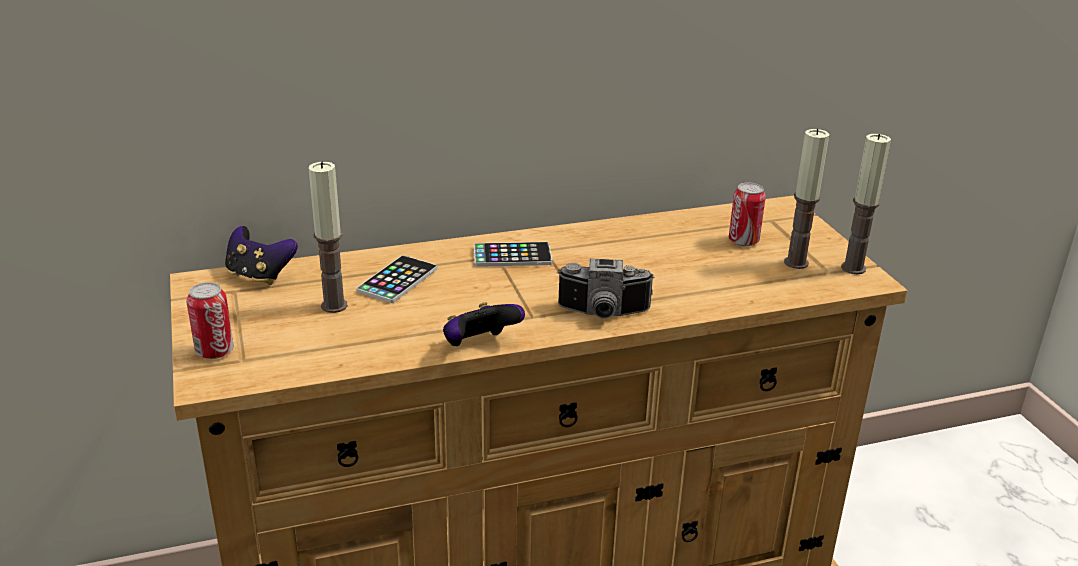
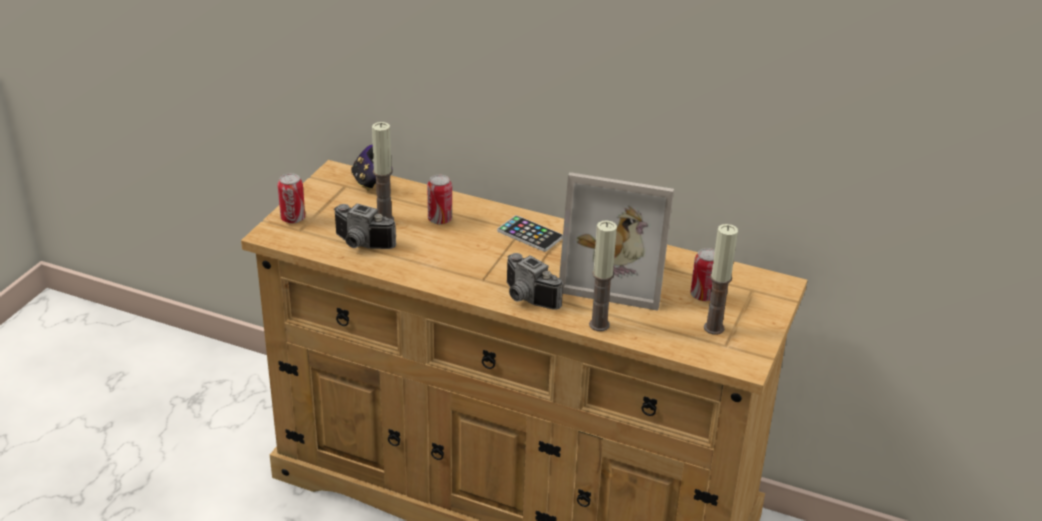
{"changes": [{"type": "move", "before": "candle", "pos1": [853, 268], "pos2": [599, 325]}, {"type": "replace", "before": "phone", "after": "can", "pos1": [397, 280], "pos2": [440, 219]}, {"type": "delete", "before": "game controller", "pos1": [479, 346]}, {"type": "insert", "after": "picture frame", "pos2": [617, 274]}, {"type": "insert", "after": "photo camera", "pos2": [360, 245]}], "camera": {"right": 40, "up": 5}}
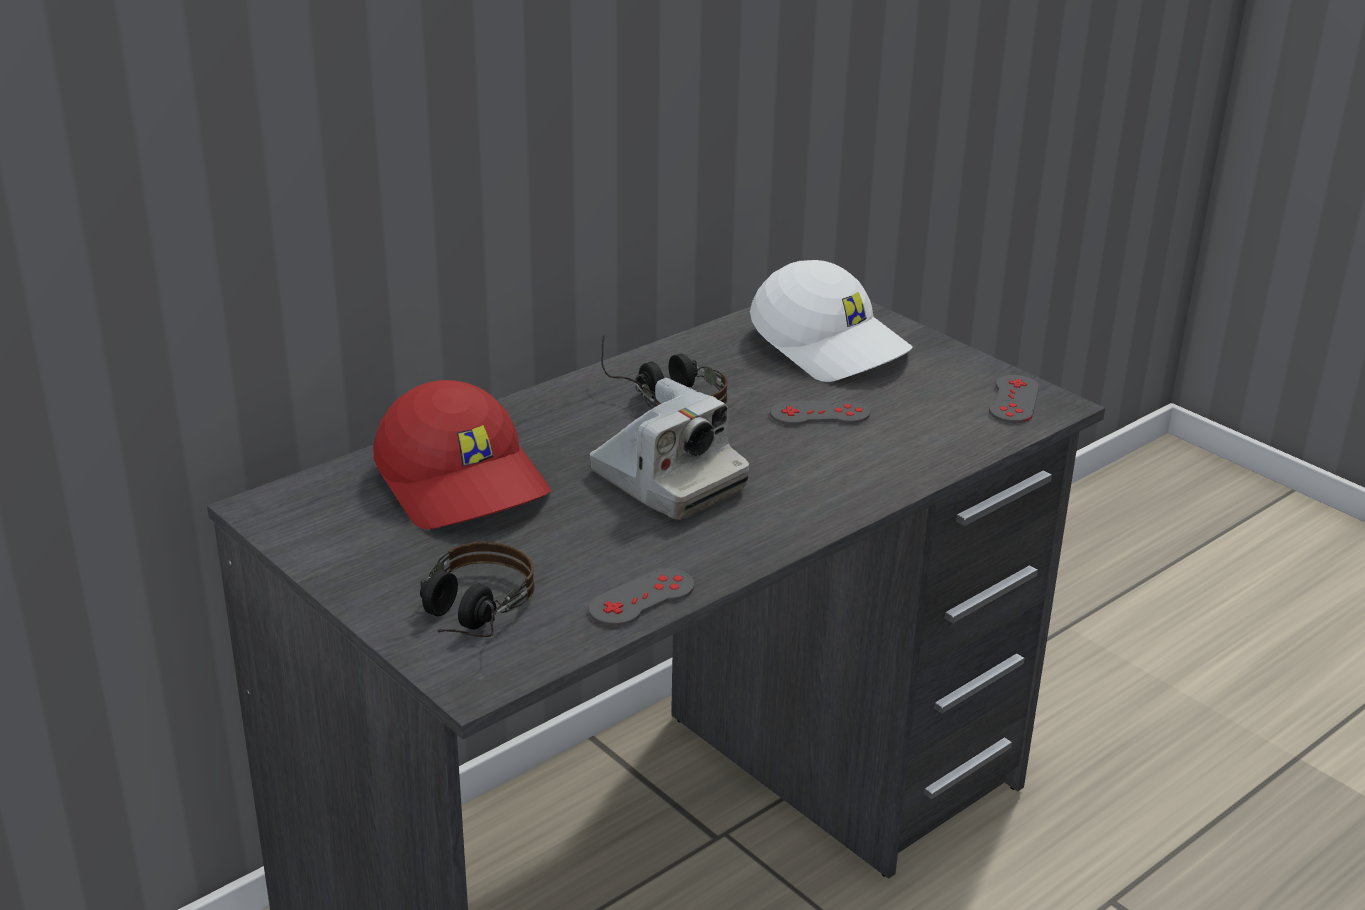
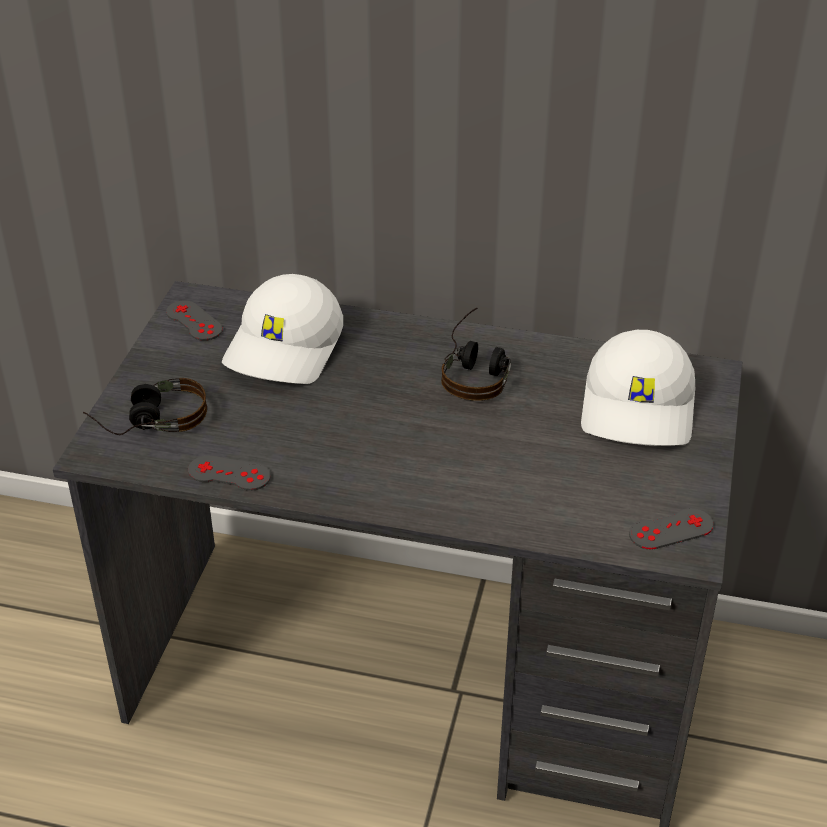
{"changes": [{"type": "delete", "before": "photo camera", "pos1": [667, 482]}, {"type": "recolor", "before": "red cap", "after": "white cap", "pos1": [464, 482], "pos2": [286, 349]}, {"type": "move", "before": "grey game controller", "pos1": [819, 414], "pos2": [194, 321]}], "camera": {"right": 55, "up": 10}}
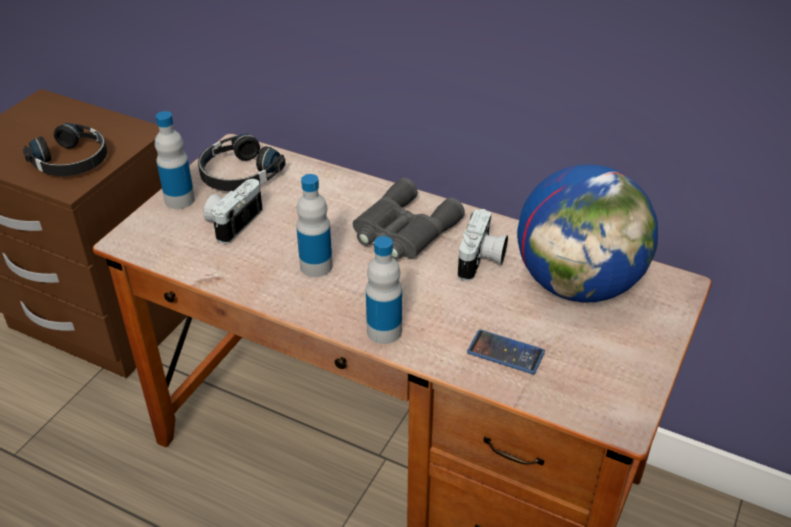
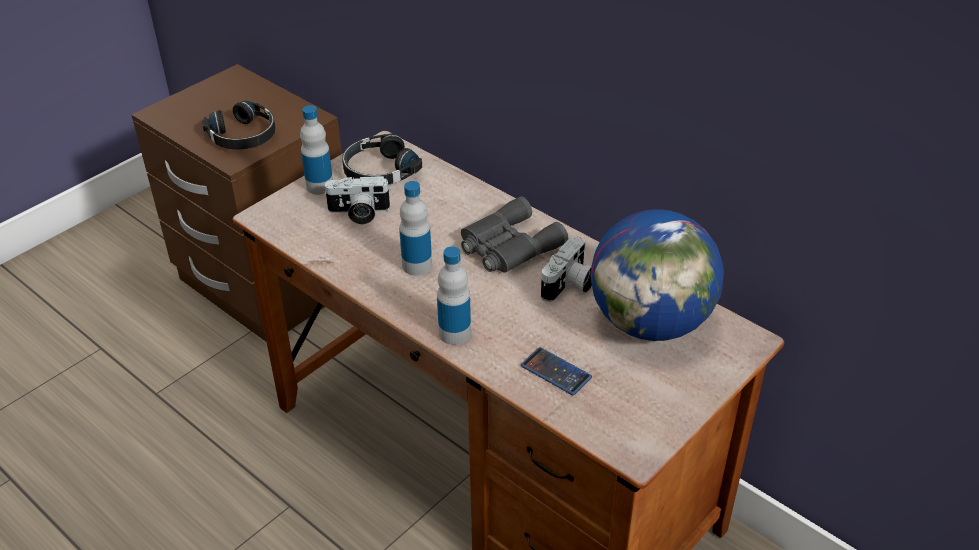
{"changes": [{"type": "rotate", "before": "photo camera", "pos1": [232, 222], "pos2": [358, 213], "turn": -135}], "camera": {"right": 15, "up": 0}}
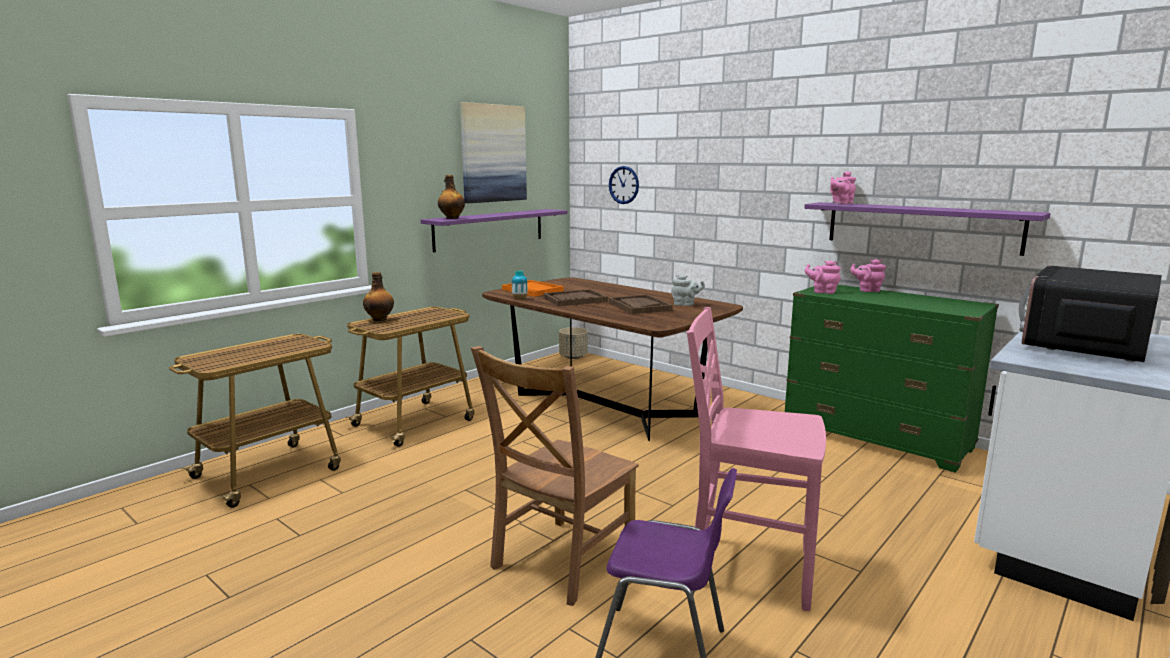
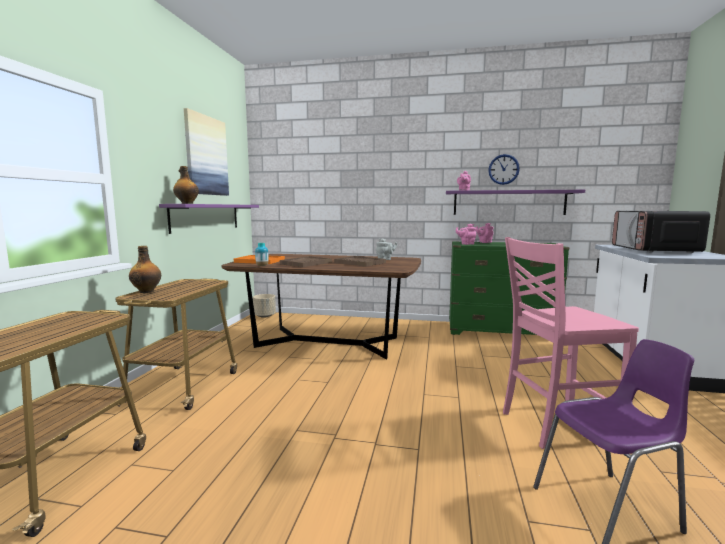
{"changes": [{"type": "move", "before": "wall clock", "pos1": [624, 185], "pos2": [503, 169]}, {"type": "delete", "before": "brown chair", "pos1": [559, 562]}], "camera": {"right": -30, "up": -5}}
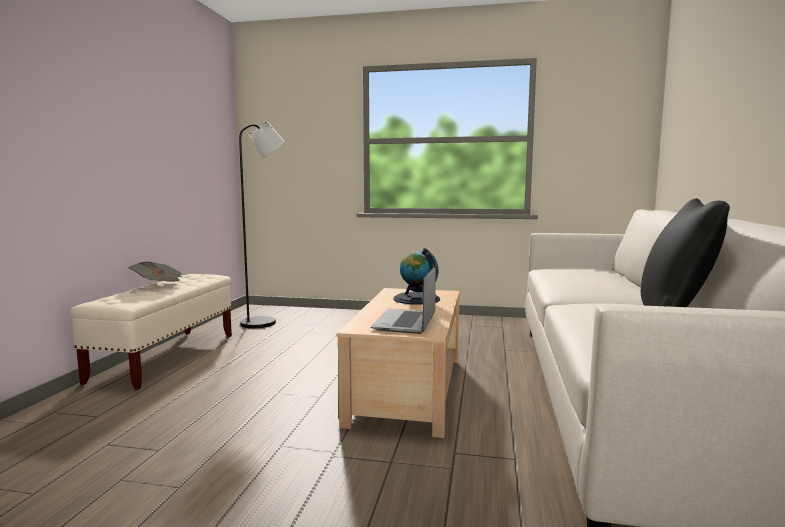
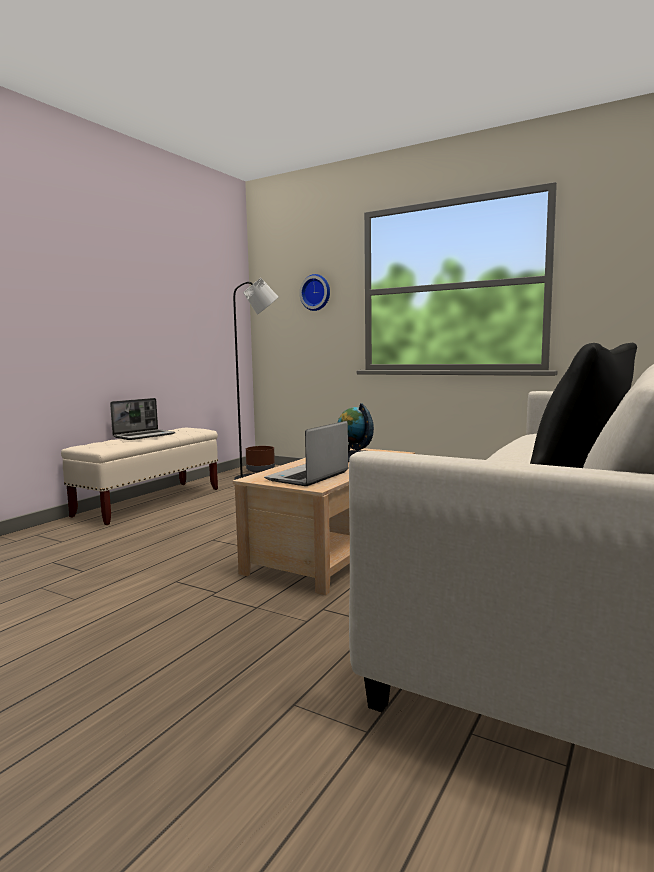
{"changes": [{"type": "replace", "before": "newspaper", "after": "laptop", "pos1": [159, 286], "pos2": [144, 436]}, {"type": "insert", "after": "wall clock", "pos2": [316, 292]}, {"type": "insert", "after": "brown planter", "pos2": [260, 470]}], "camera": {"right": 20, "up": 0}}
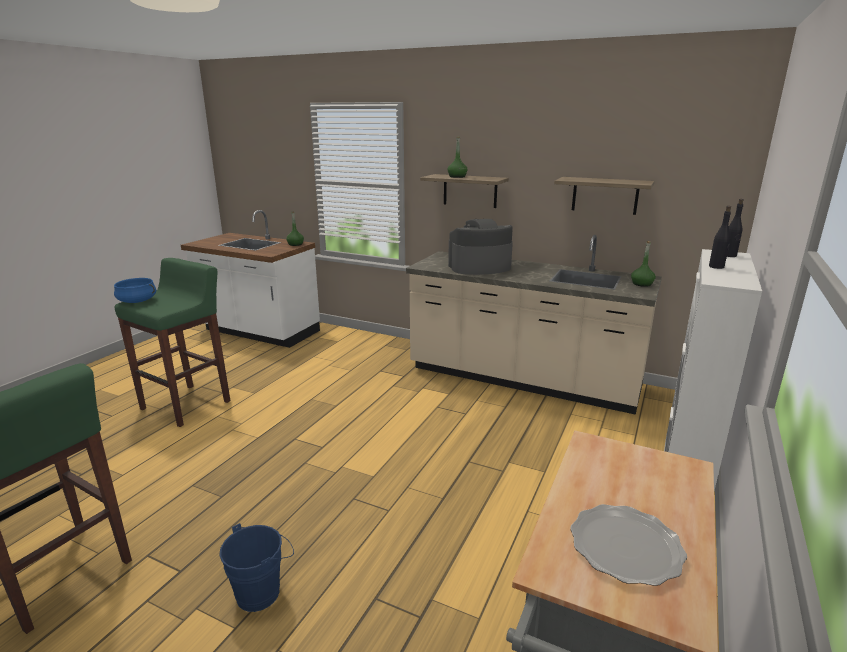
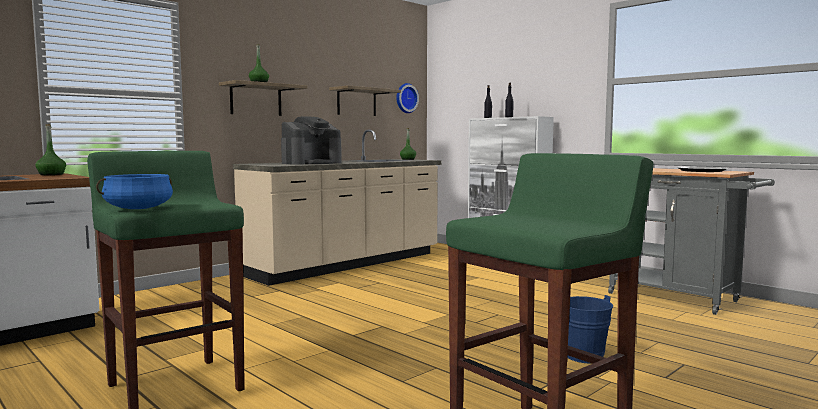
{"changes": [{"type": "rotate", "before": "coffee machine", "pos1": [479, 267], "pos2": [311, 163], "turn": -135}, {"type": "insert", "after": "wall clock", "pos2": [405, 98]}], "camera": {"right": -70, "up": -15}}
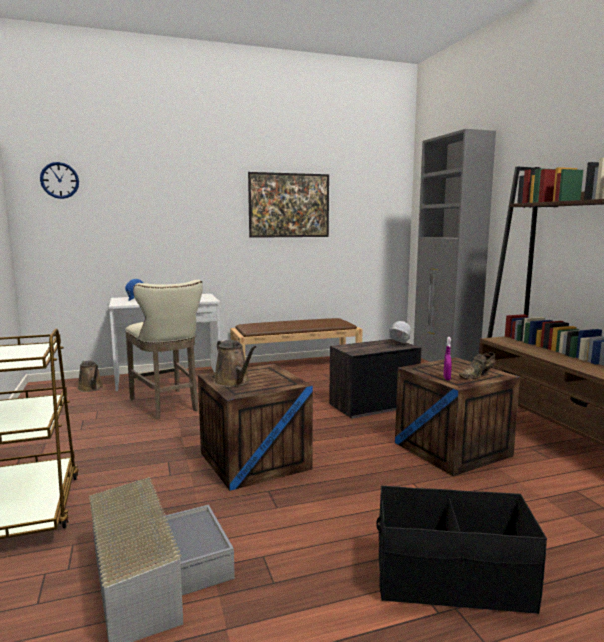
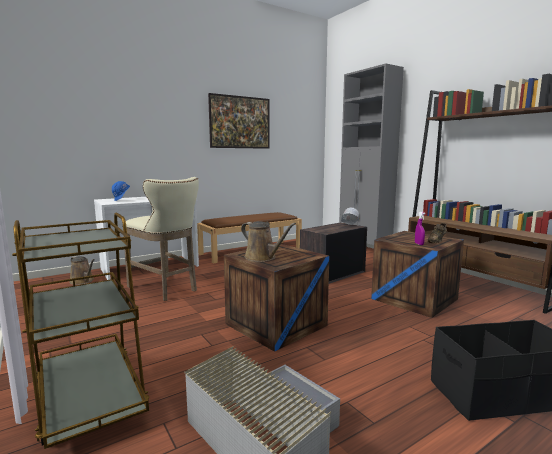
{"changes": [{"type": "delete", "before": "wall clock", "pos1": [59, 180]}], "camera": {"right": -15, "up": 0}}
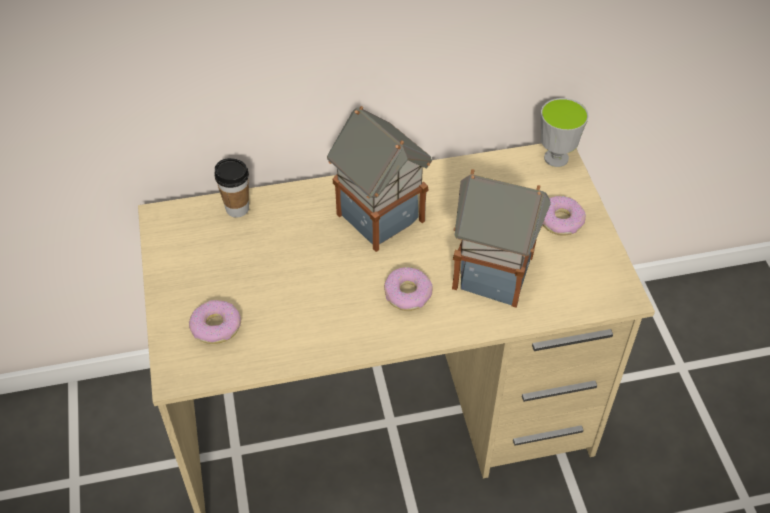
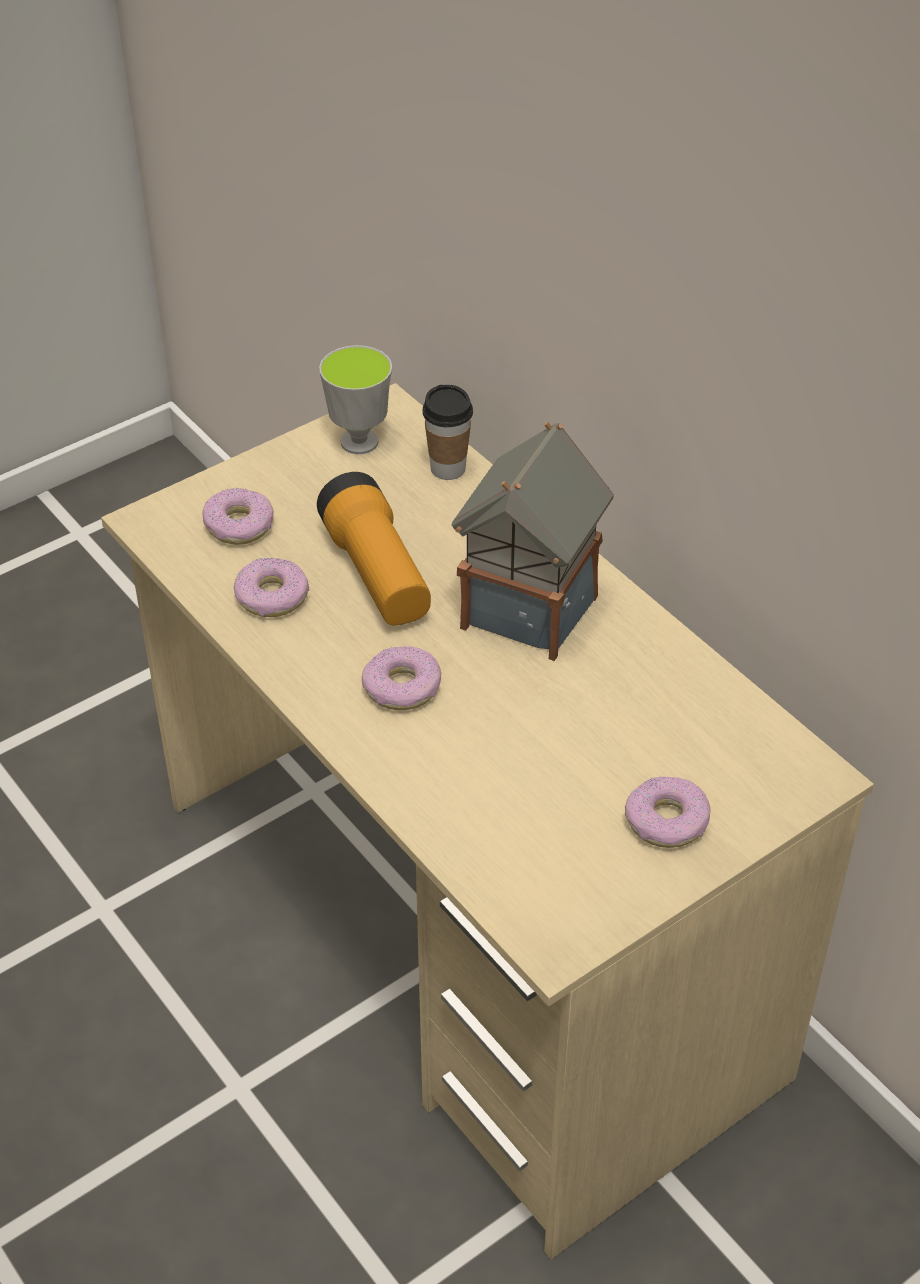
{"changes": [{"type": "move", "before": "cup", "pos1": [556, 158], "pos2": [359, 442]}, {"type": "delete", "before": "toy house", "pos1": [495, 273]}, {"type": "insert", "after": "flashlight", "pos2": [377, 574]}, {"type": "insert", "after": "donut", "pos2": [271, 597]}], "camera": {"right": 65, "up": -5}}
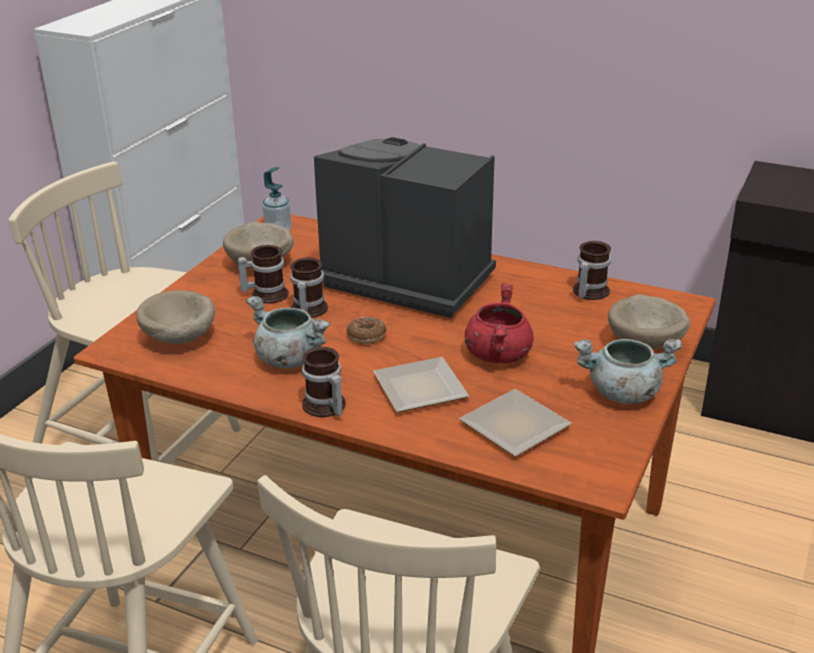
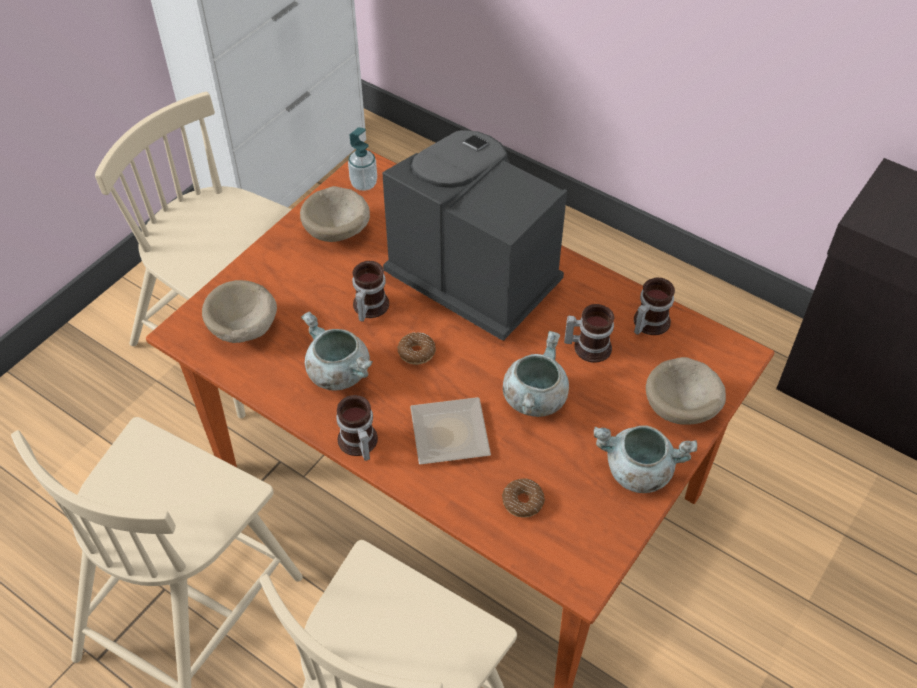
{"changes": [{"type": "move", "before": "mug", "pos1": [266, 294], "pos2": [588, 346]}, {"type": "recolor", "before": "red cooking pot", "after": "grey cooking pot", "pos1": [498, 354], "pos2": [534, 398]}, {"type": "replace", "before": "plate", "after": "donut", "pos1": [514, 429], "pos2": [522, 501]}], "camera": {"right": 10, "up": 20}}
